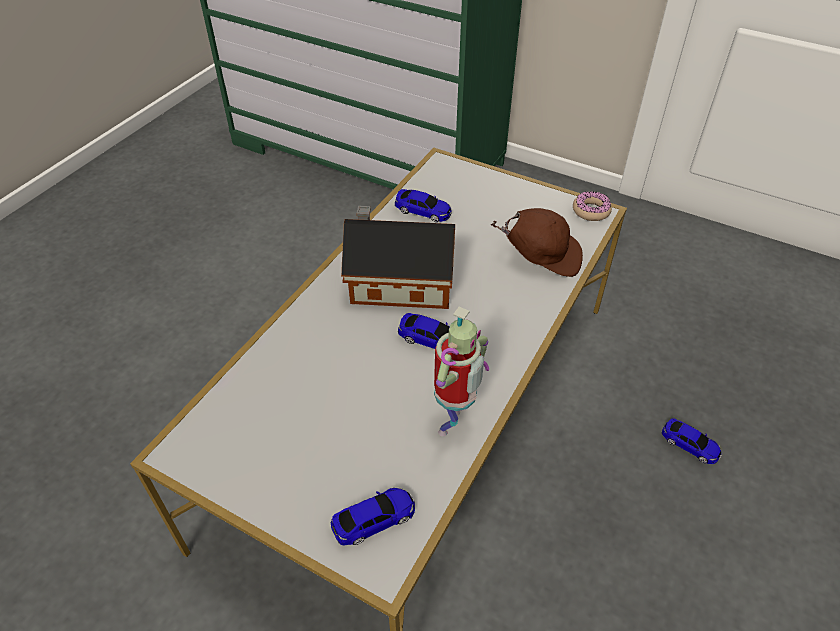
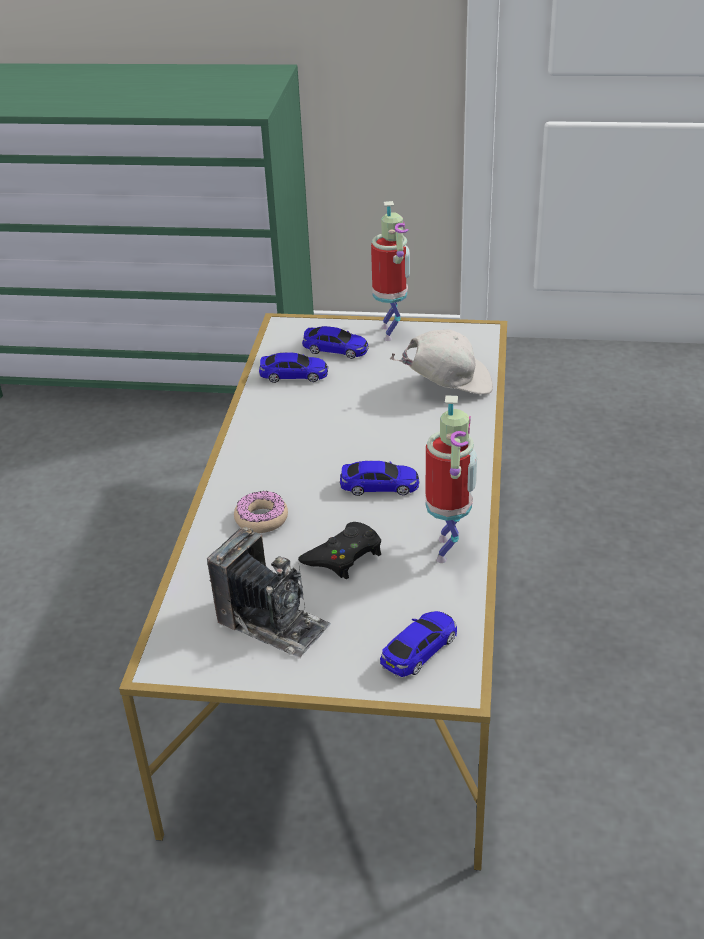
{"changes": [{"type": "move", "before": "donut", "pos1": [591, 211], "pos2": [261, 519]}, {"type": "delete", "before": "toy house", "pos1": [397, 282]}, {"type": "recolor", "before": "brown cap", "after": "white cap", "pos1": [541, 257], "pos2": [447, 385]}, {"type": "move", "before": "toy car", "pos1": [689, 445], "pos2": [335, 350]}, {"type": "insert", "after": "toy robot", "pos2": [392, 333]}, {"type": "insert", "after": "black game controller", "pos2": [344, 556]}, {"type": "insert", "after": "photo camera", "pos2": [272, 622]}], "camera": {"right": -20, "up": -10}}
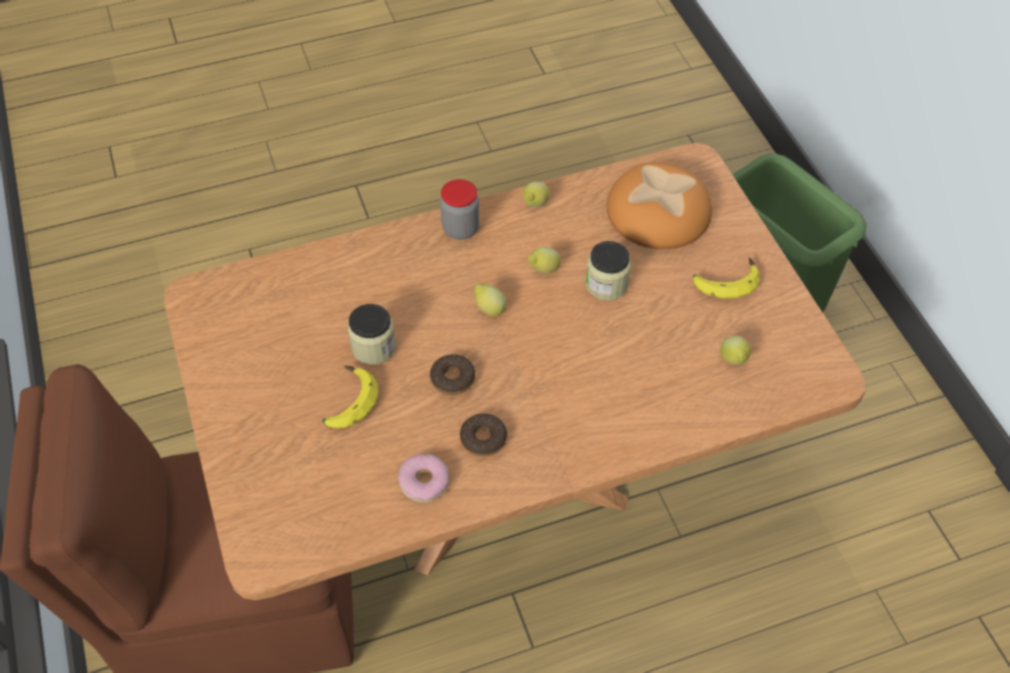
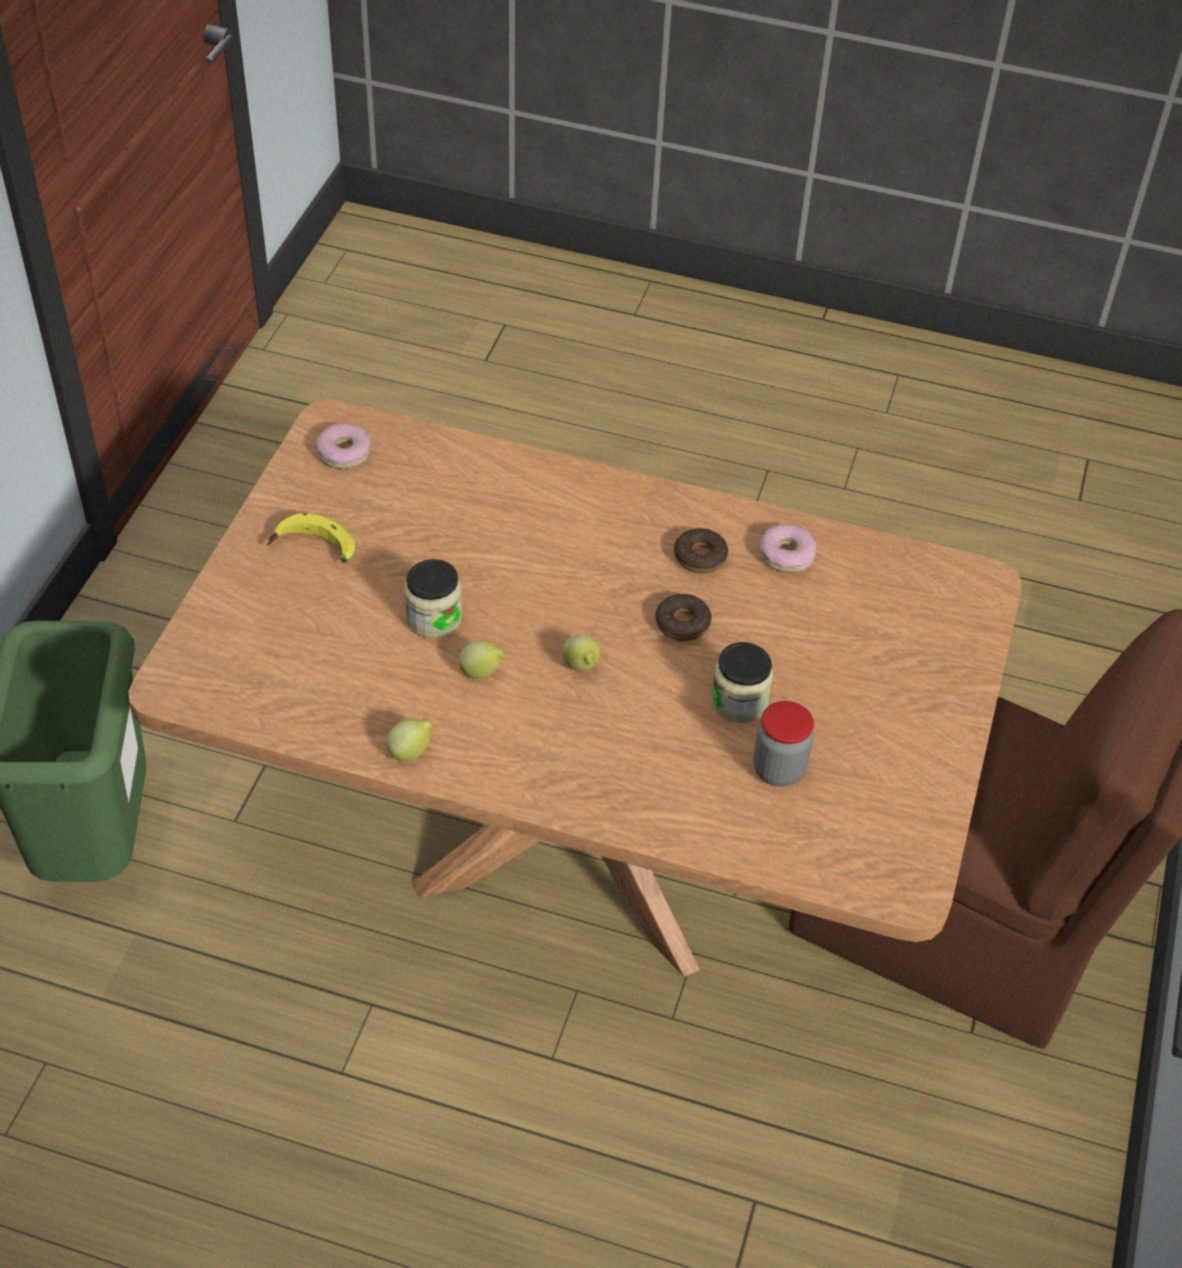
{"changes": [{"type": "delete", "before": "bread", "pos1": [657, 212]}, {"type": "move", "before": "jar", "pos1": [460, 229], "pos2": [778, 769]}, {"type": "delete", "before": "lemon", "pos1": [733, 361]}, {"type": "delete", "before": "banana", "pos1": [347, 401]}, {"type": "insert", "after": "donut", "pos2": [343, 453]}], "camera": {"right": -145, "up": -5}}
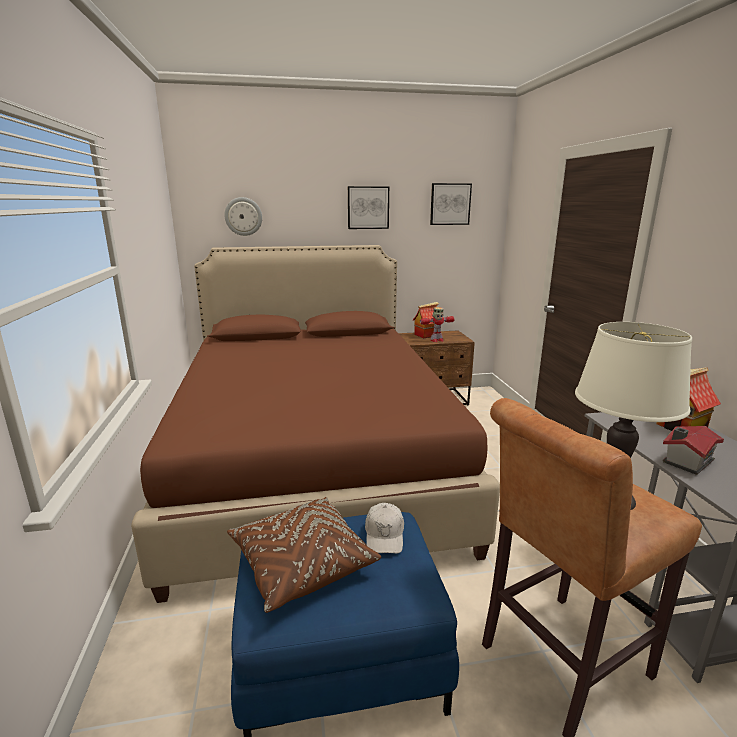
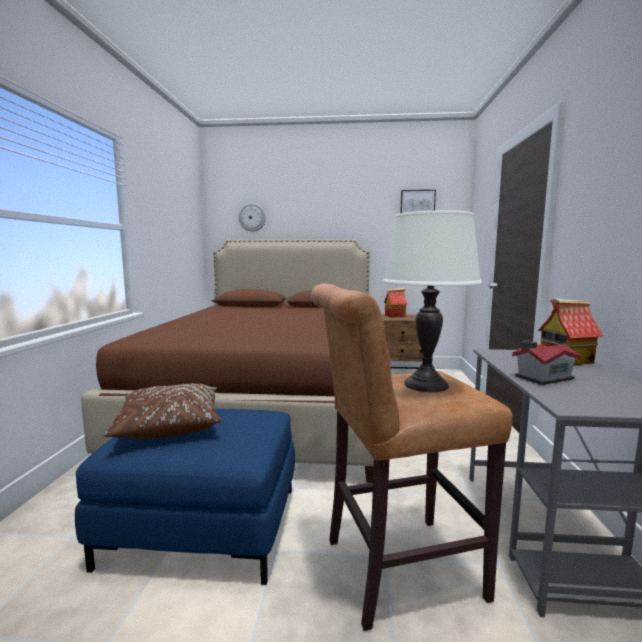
{"changes": [{"type": "delete", "before": "picture", "pos1": [368, 207]}, {"type": "delete", "before": "toy robot", "pos1": [436, 340]}, {"type": "delete", "before": "white cap", "pos1": [384, 535]}], "camera": {"right": 15, "up": -10}}
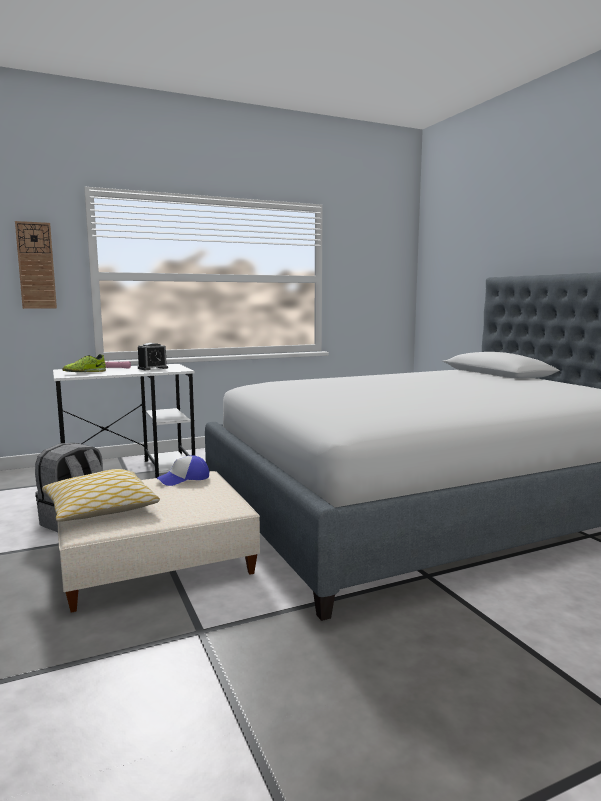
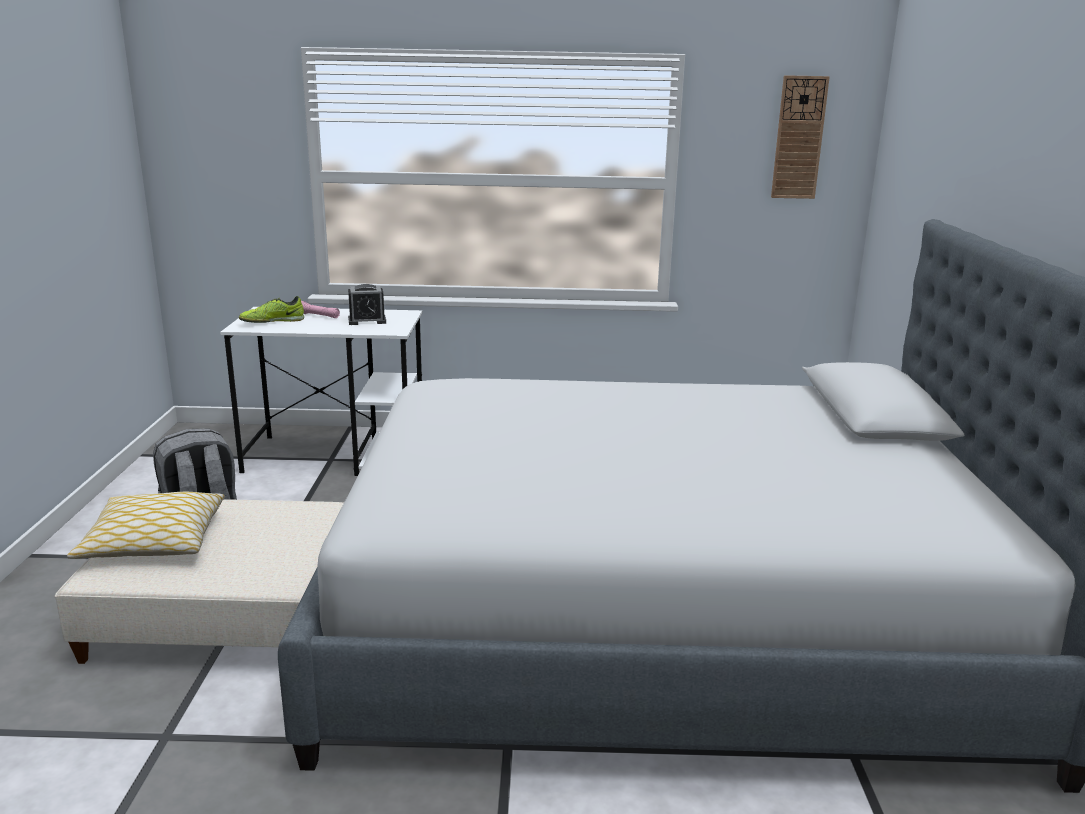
{"changes": [{"type": "move", "before": "wall clock", "pos1": [36, 265], "pos2": [799, 138]}, {"type": "delete", "before": "cap", "pos1": [184, 479]}], "camera": {"right": 25, "up": 10}}
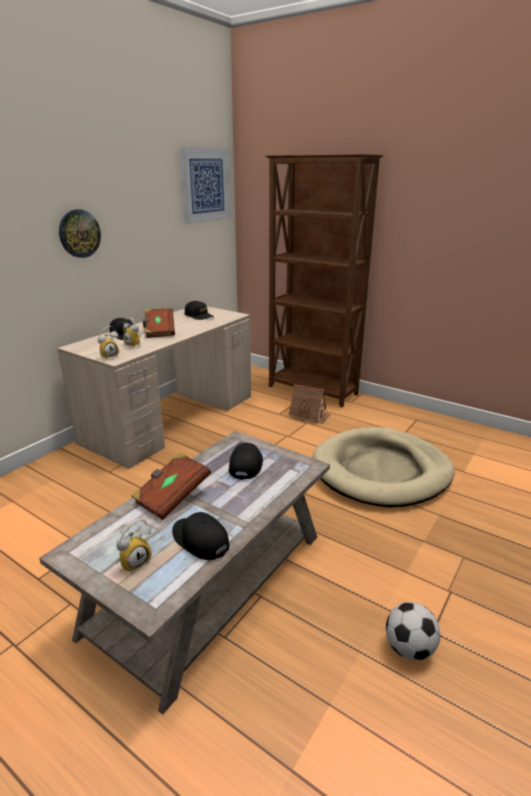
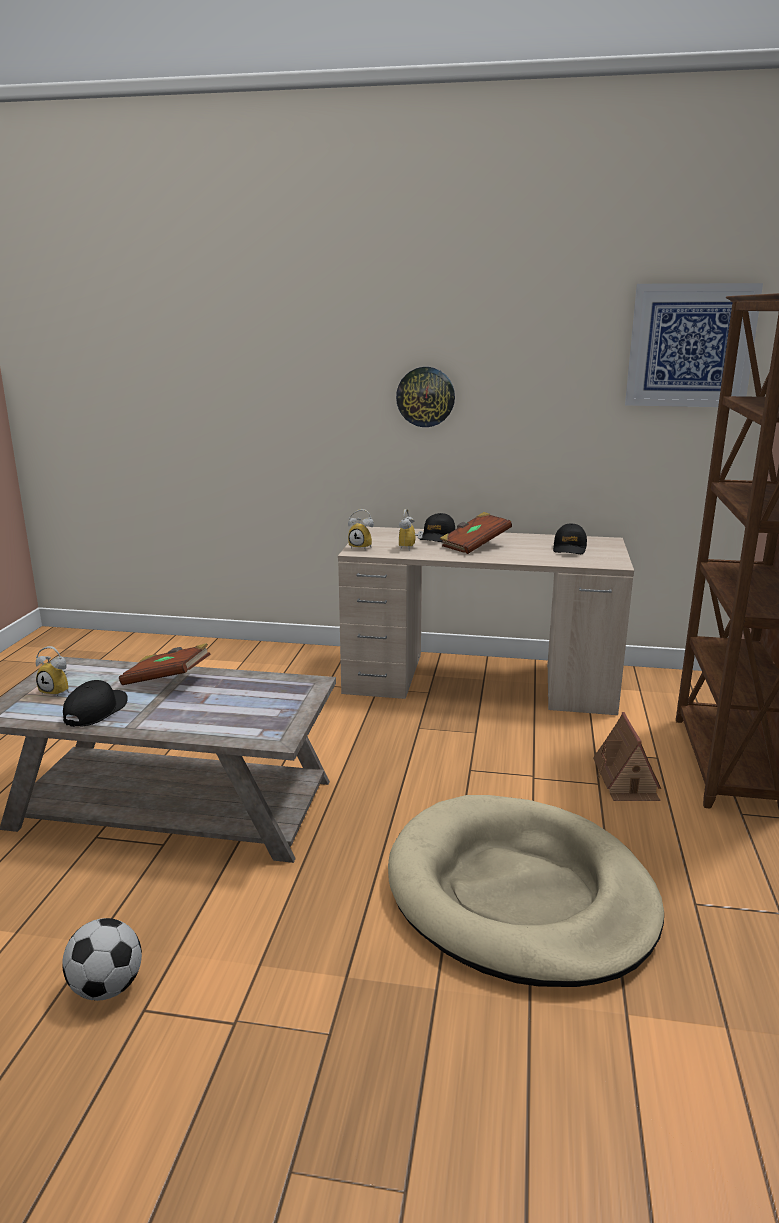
{"changes": [{"type": "delete", "before": "black cap", "pos1": [246, 465]}], "camera": {"right": 65, "up": -5}}
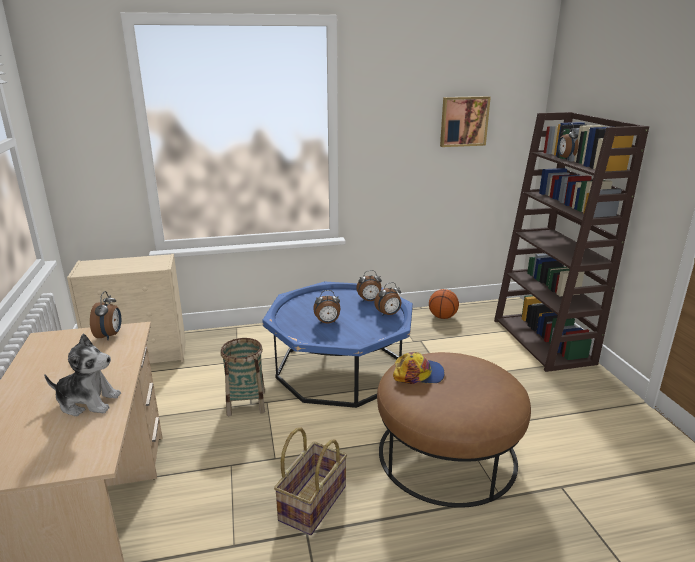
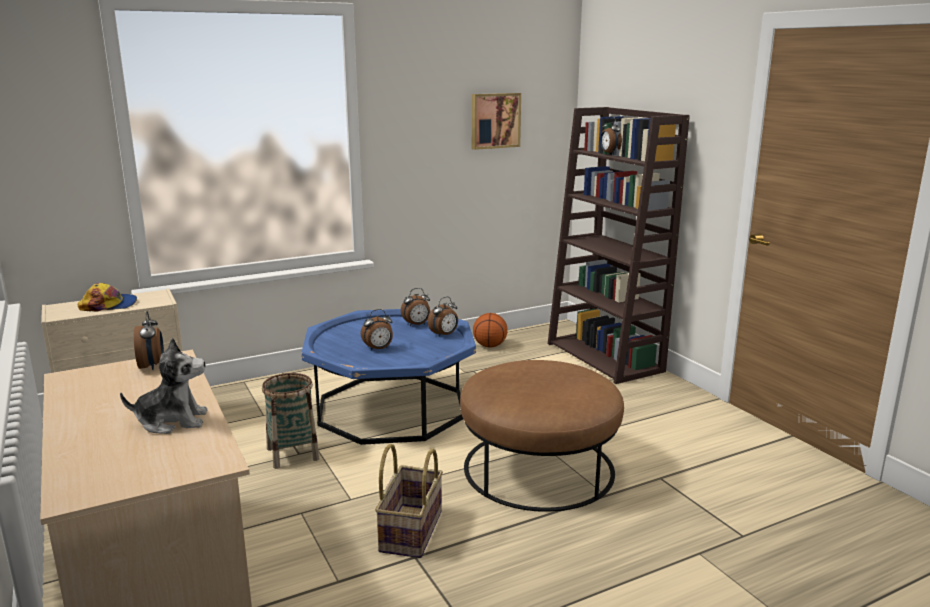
{"changes": [{"type": "move", "before": "cap", "pos1": [418, 374], "pos2": [109, 305]}], "camera": {"right": -15, "up": -5}}
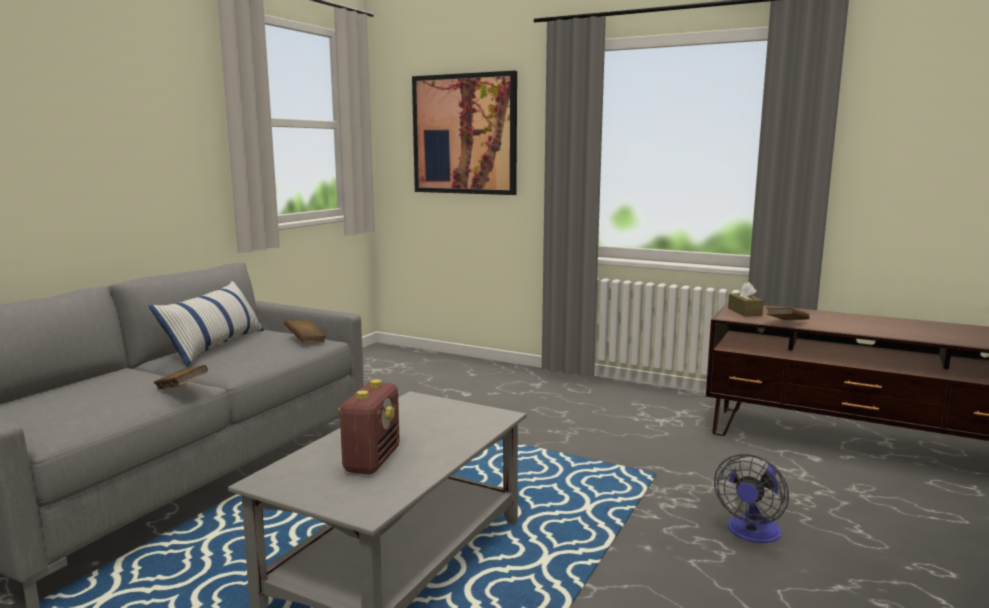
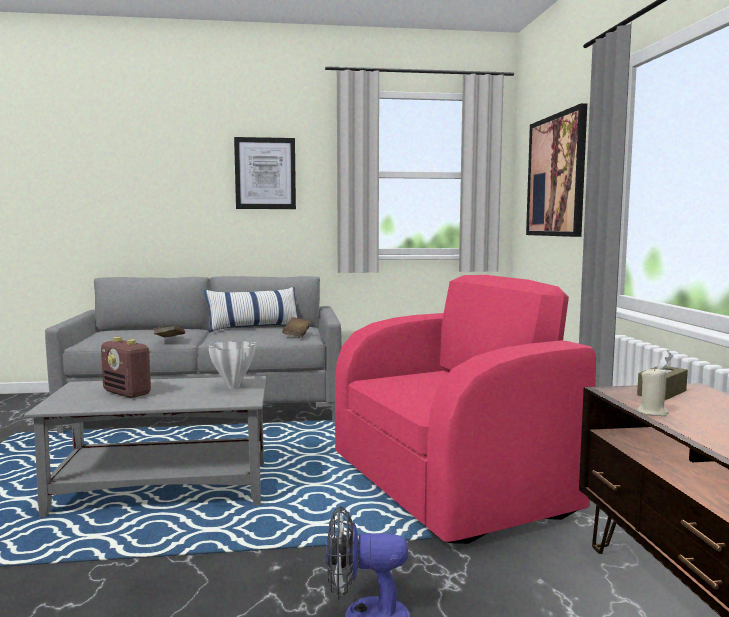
{"changes": [{"type": "replace", "before": "brown book", "after": "beige candle", "pos1": [786, 324], "pos2": [652, 412]}, {"type": "rotate", "before": "radio", "pos1": [372, 460], "pos2": [127, 393], "turn": 60}, {"type": "insert", "after": "picture", "pos2": [265, 173]}, {"type": "insert", "after": "pink armchair", "pos2": [450, 484]}, {"type": "insert", "after": "white vase", "pos2": [232, 387]}], "camera": {"right": 55, "up": -5}}
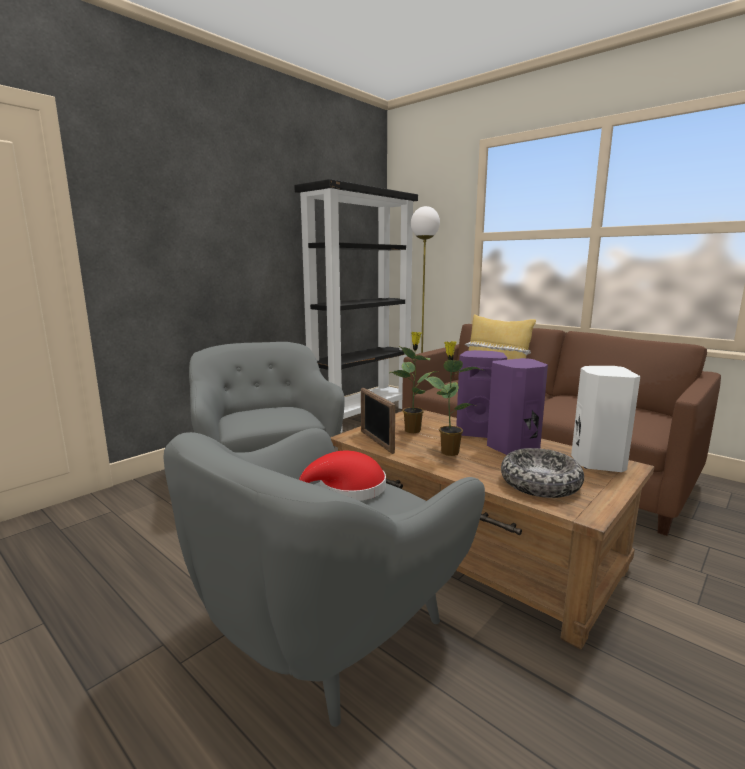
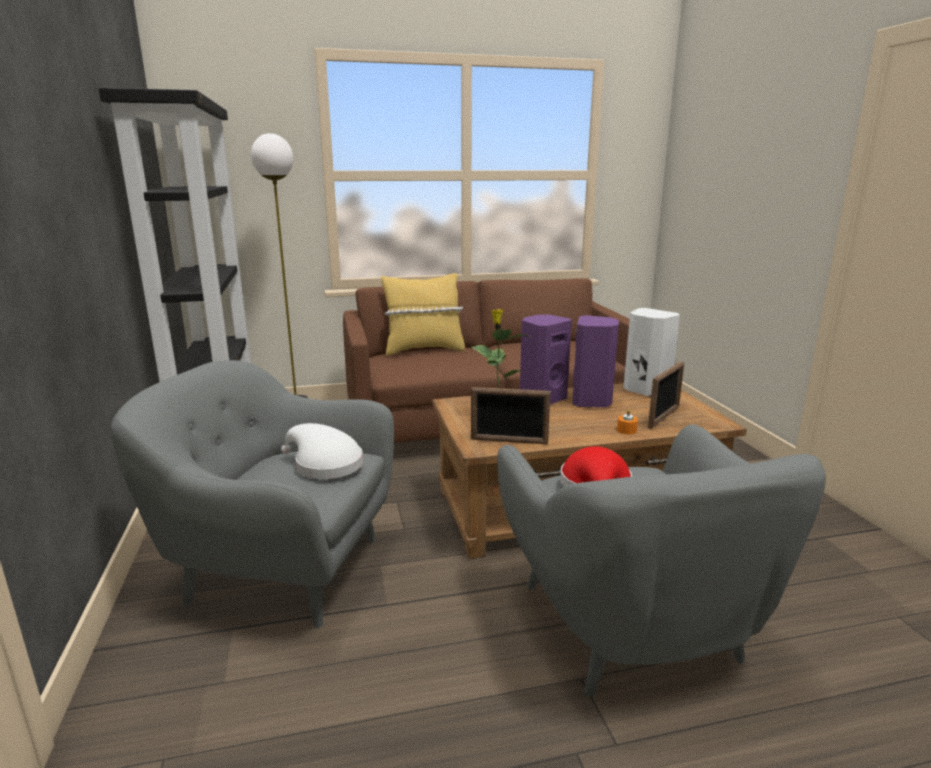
{"changes": [{"type": "delete", "before": "potted plant", "pos1": [449, 451]}, {"type": "replace", "before": "bowl", "after": "picture frame", "pos1": [540, 483], "pos2": [664, 417]}, {"type": "insert", "after": "orange candle", "pos2": [626, 430]}, {"type": "insert", "after": "white hat", "pos2": [324, 464]}], "camera": {"right": -55, "up": 5}}
